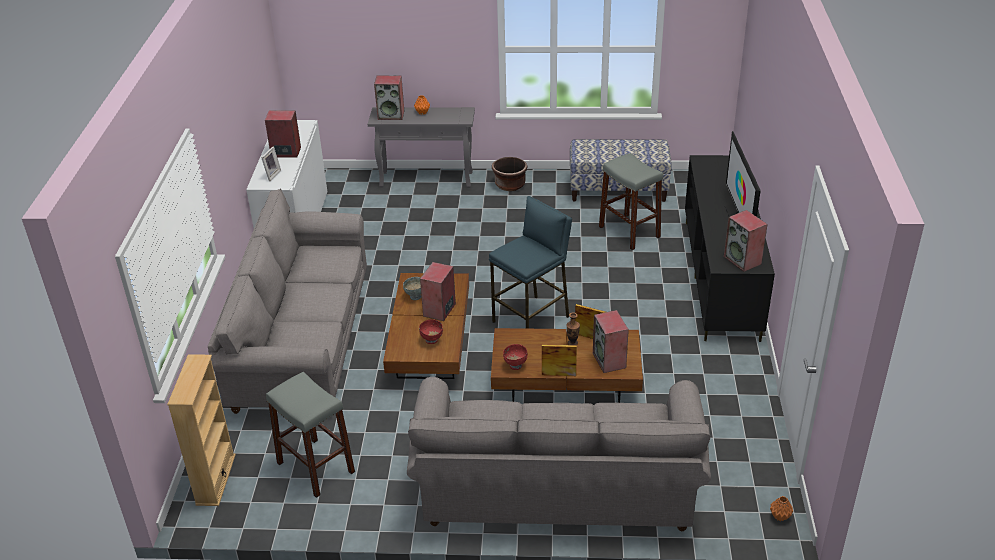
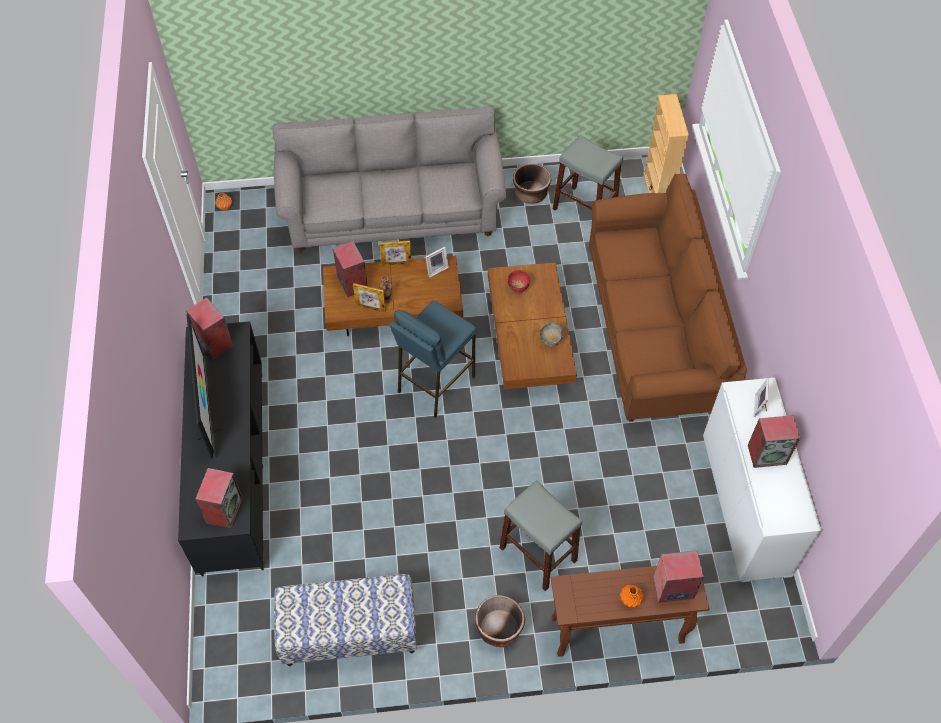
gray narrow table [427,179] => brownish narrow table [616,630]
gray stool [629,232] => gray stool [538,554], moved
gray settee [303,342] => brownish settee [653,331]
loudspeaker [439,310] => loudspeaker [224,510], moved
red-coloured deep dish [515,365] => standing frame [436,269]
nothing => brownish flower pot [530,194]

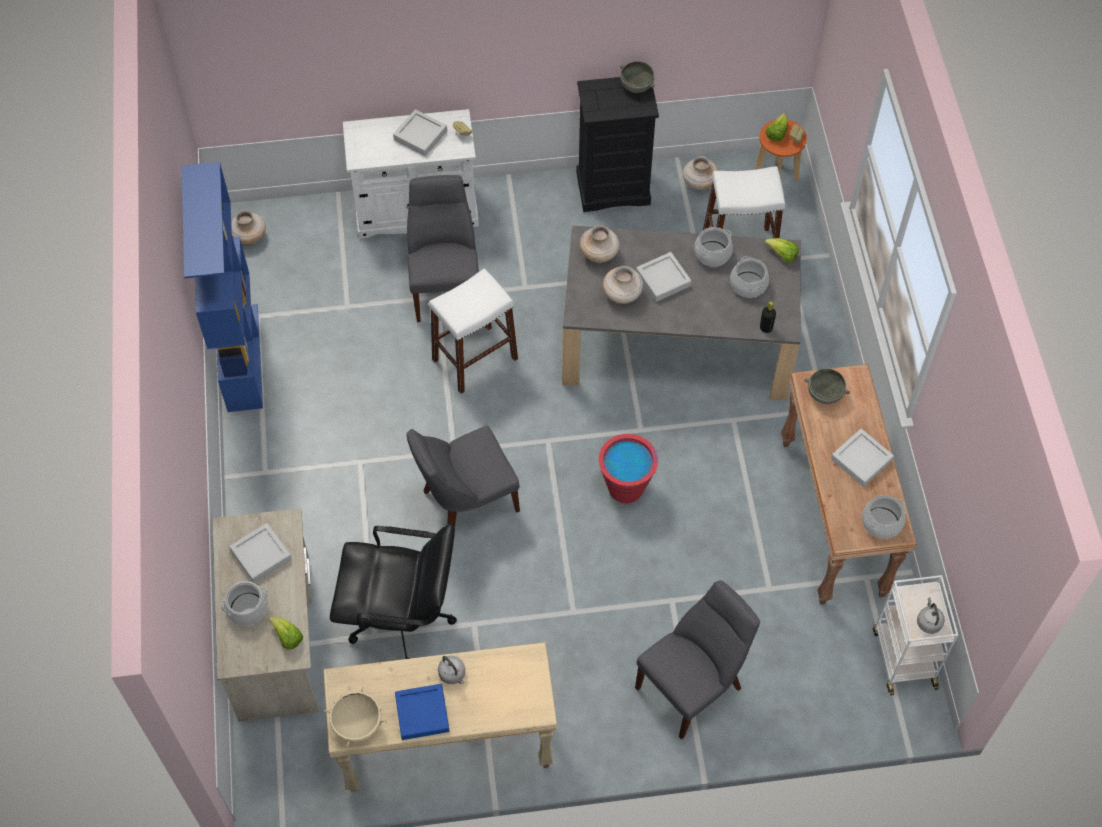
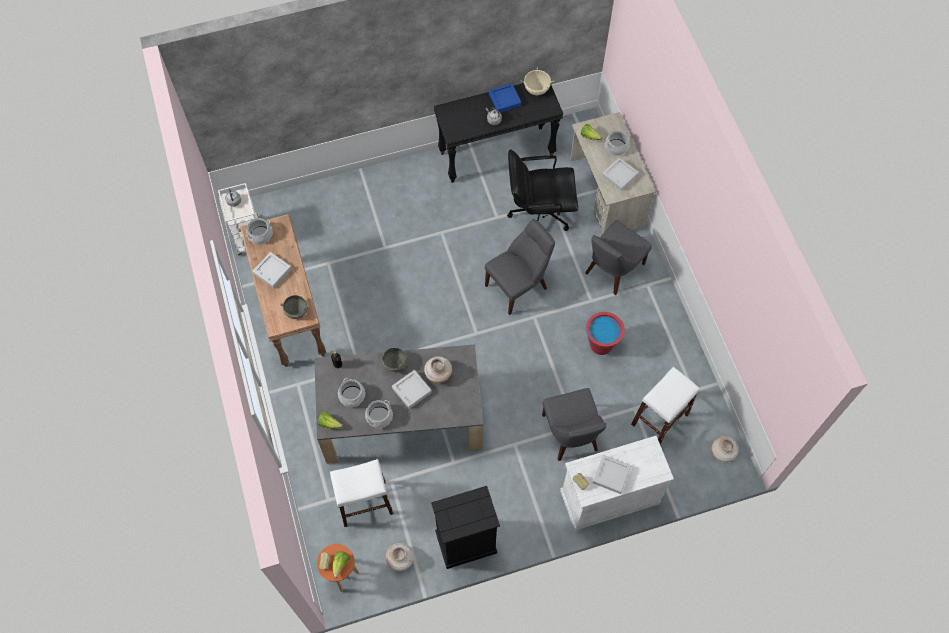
gray deep dish [636,86] => gray deep dish [395,363], moved
blue-coloured bookcase [242,357] => nothing
beige decorative vase [599,254] => nothing
white-coloured stool [475,359] => white-coloured stool [659,419], moved
red-coloured water bucket [626,487] => red-coloured water bucket [601,344], moved
gray upright chair [692,686] => gray upright chair [612,270], moved
beige narrow table [446,748] => blackish narrow table [497,153]

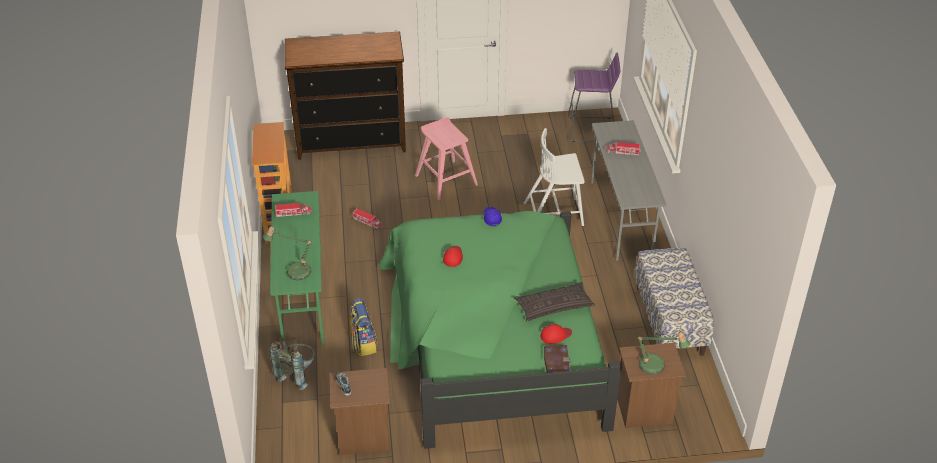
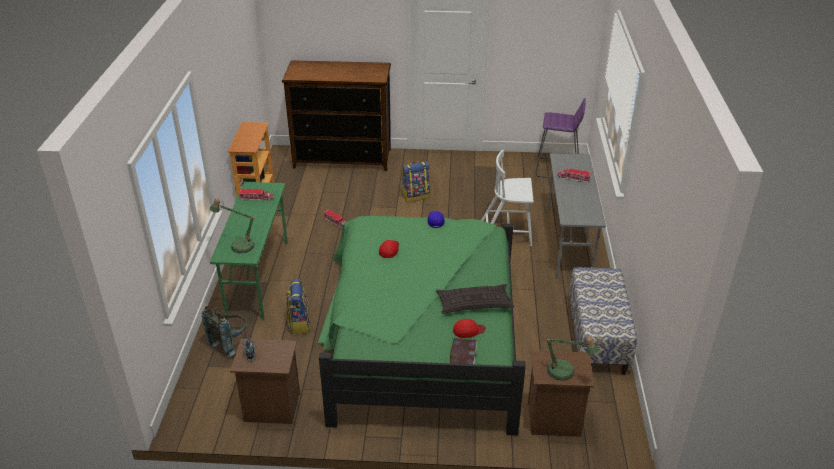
pink stool [446,179] => backpack [415,196]

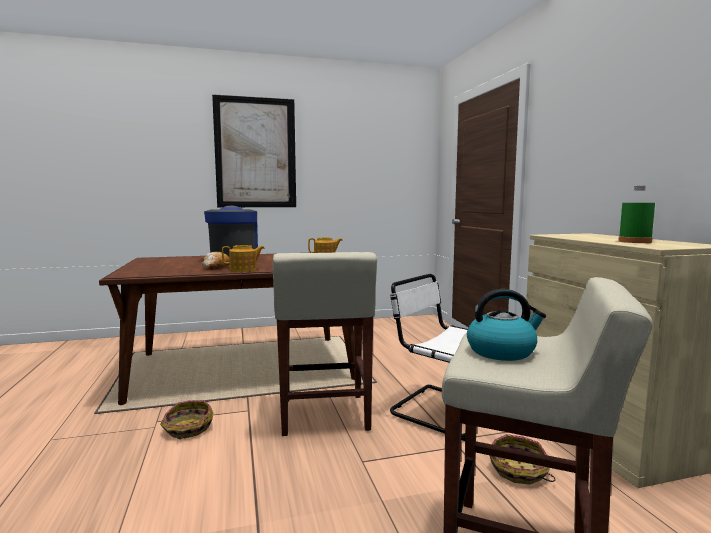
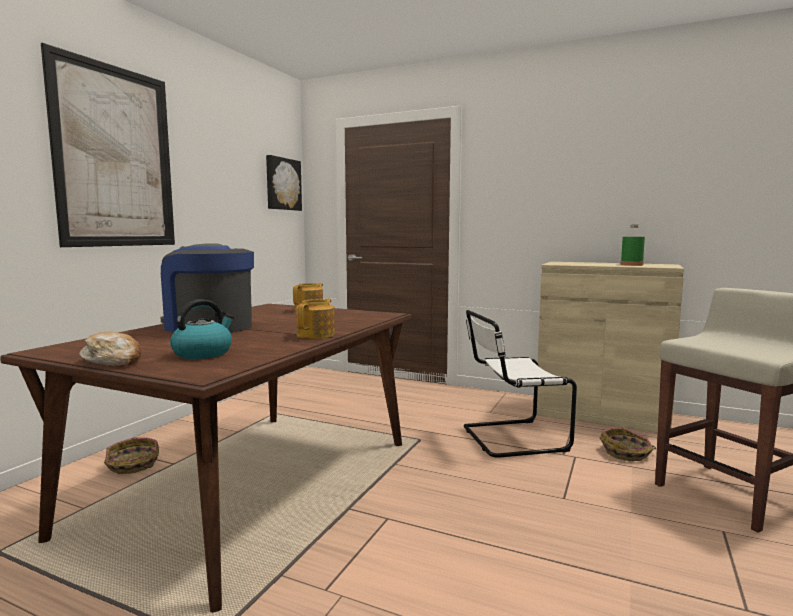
bread [216,267] => bread [113,361], moved
beige stool [324,415] => nothing
water kettle [502,351] => water kettle [203,353], moved
storage basket [187,429] => storage basket [133,465], moved
nothing => wall picture [282,184]

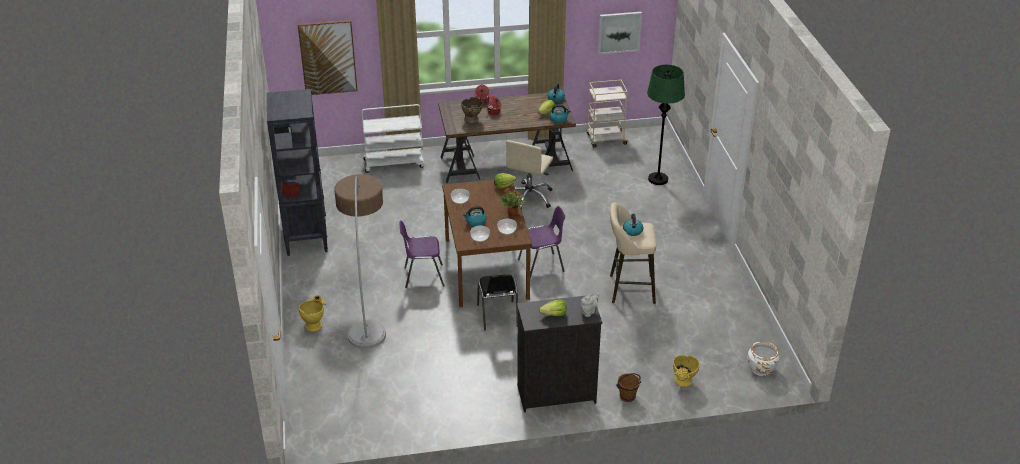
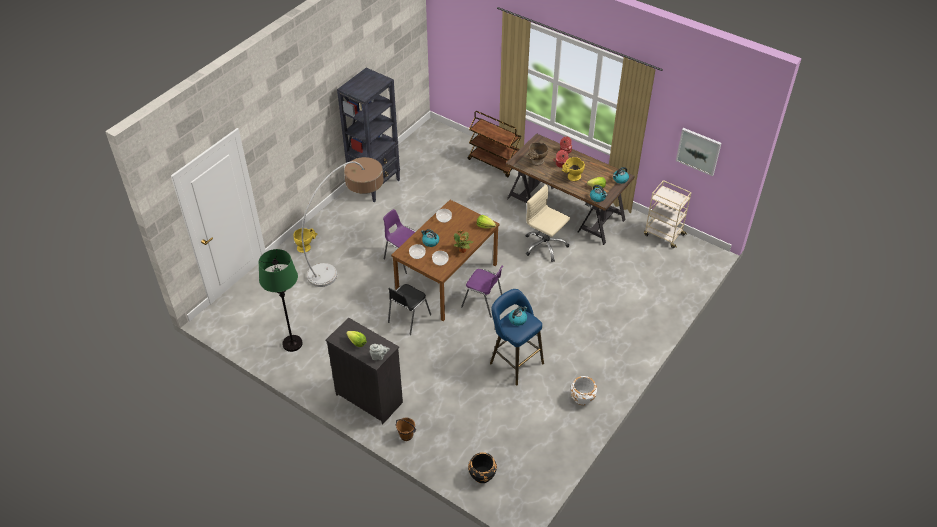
wall picture [328,57] => nothing
greenish standing lamp [658,179] => greenish standing lamp [292,343], moved
white-coloured wheeled cart [394,163] => brownish wheeled cart [494,163]
beige desk chair [529,197] => beige desk chair [545,246], 60 degrees clockwise
beige stool [628,289] => blue-coloured stool [514,361]
white-coloured flower pot [761,369] => white-coloured flower pot [582,398], moved
yellowish decorative vase [683,383] => yellowish decorative vase [572,178], moved
nothing => blackish flower pot [482,475]

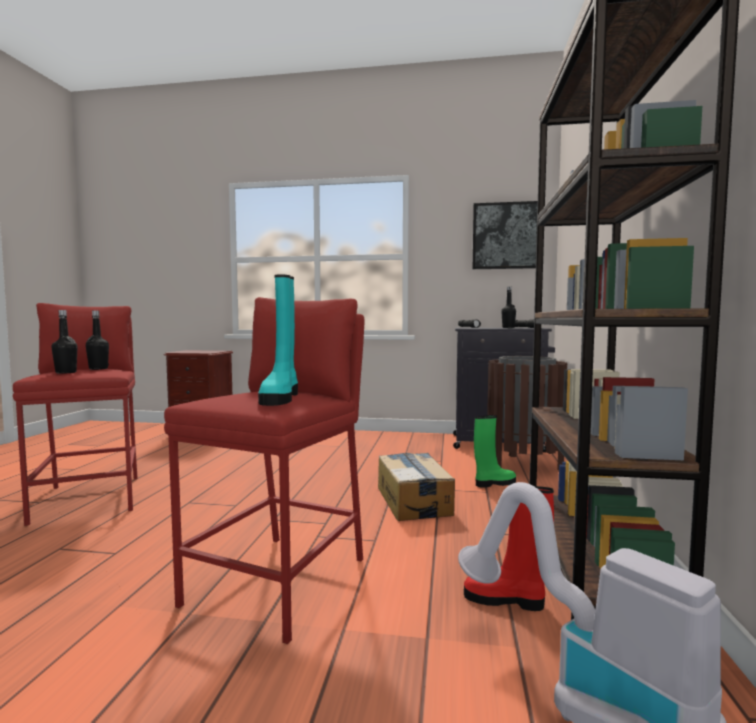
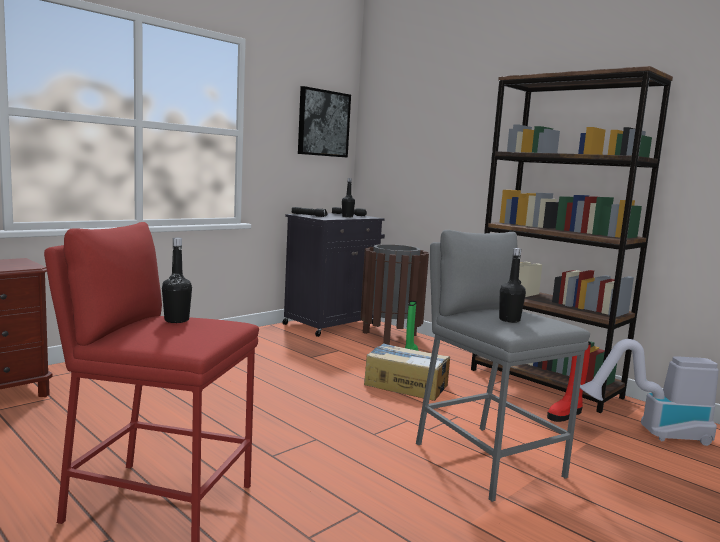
turquoise tall boot [280,398] => nothing
red-coloured stool [280,581] => gray stool [487,459]
blackish drink bottle [66,372] => blackish drink bottle [509,320], moved

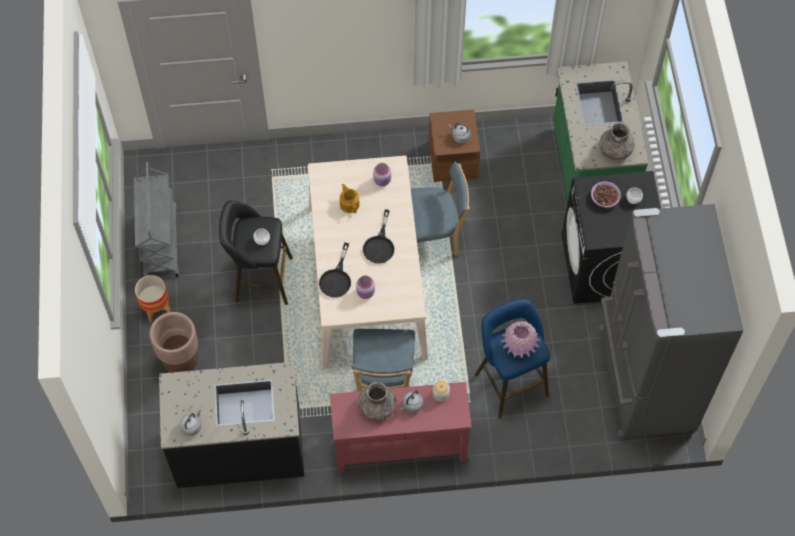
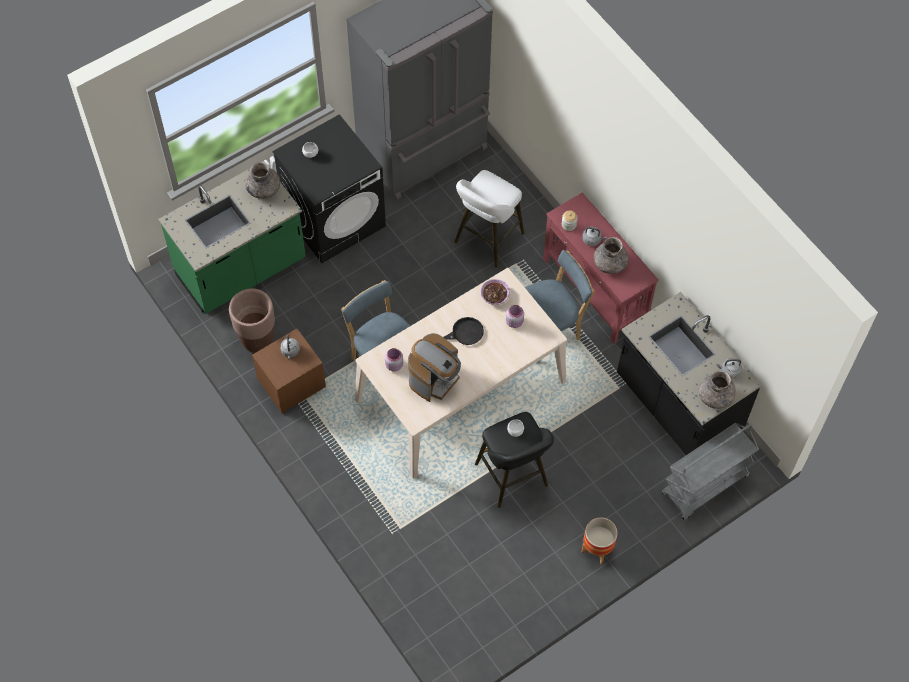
gray wheeled cart [160,242] => gray wheeled cart [705,486], moved
deep dish [604,198] => deep dish [495,295], moved
teapot [349,204] => coffee maker [434,379]
blackish frying pan [337,279] => nothing
blue-coloured stool [509,381] => white-coloured stool [487,240]
brownish flower pot [181,362] => brownish flower pot [257,340], moved
pink decorative vase [519,347] => nothing
nothing => gray decorative vase [715,396]

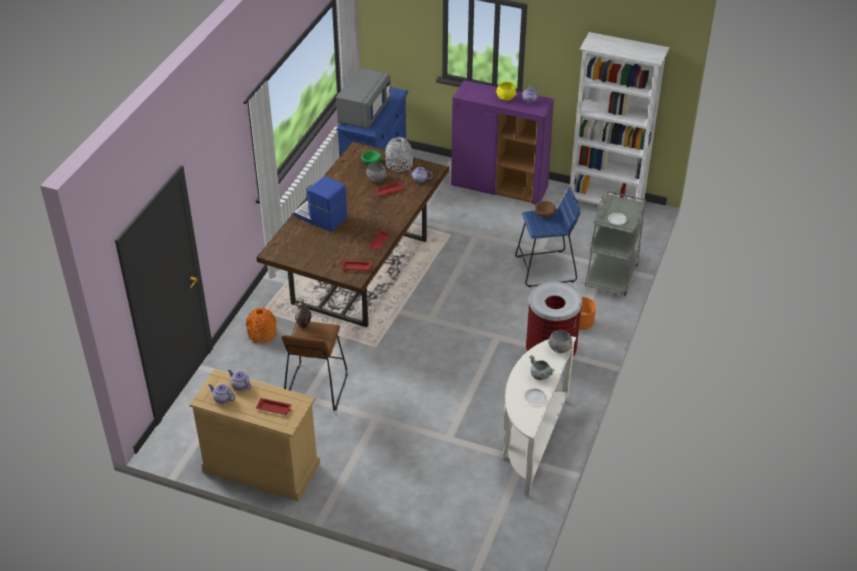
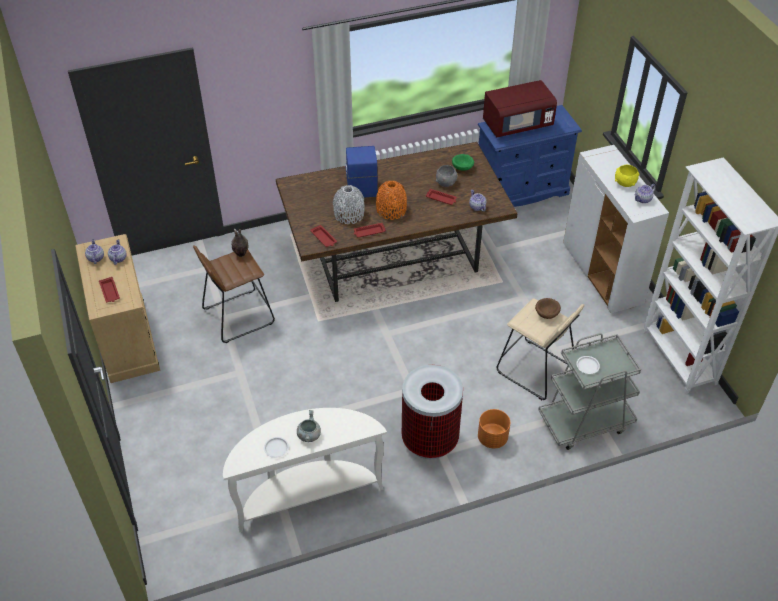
gray microwave [363,113] => red-coloured microwave [517,124]
purplish storage cabinet [500,187] => white-coloured storage cabinet [602,274]
gray decorative vase [399,164] => gray decorative vase [349,214], moved
blue-coloured stool [545,269] => beige stool [535,370]
orangey decorative vase [262,334] => orangey decorative vase [391,210], moved
gray deep dish [559,349] => nothing

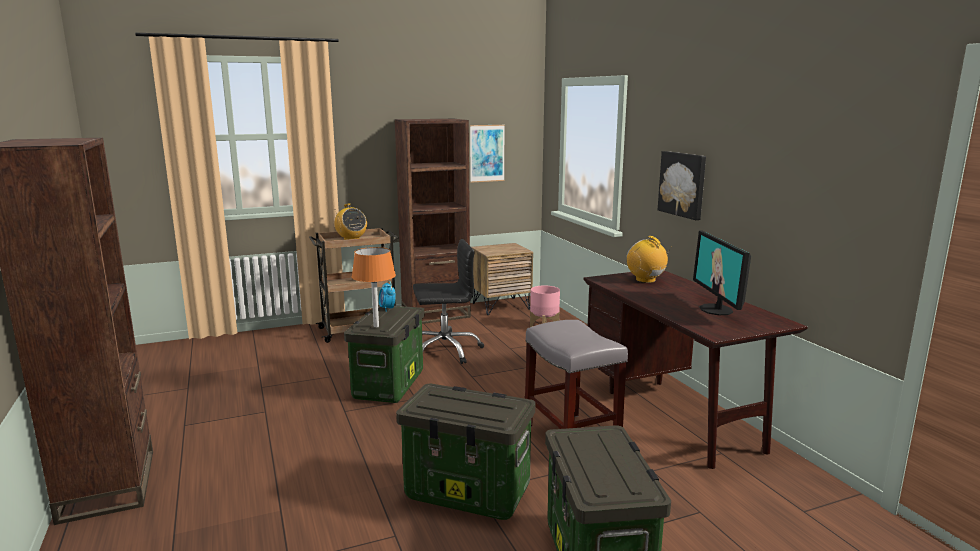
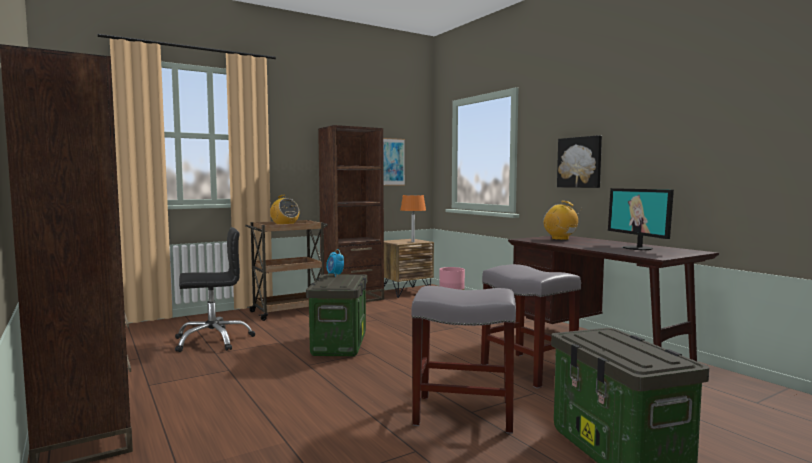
blackish desk chair [445,350] => blackish desk chair [213,340], moved
orangey table lamp [376,326] => orangey table lamp [413,242], moved
storage box [469,492] => gray stool [465,413]

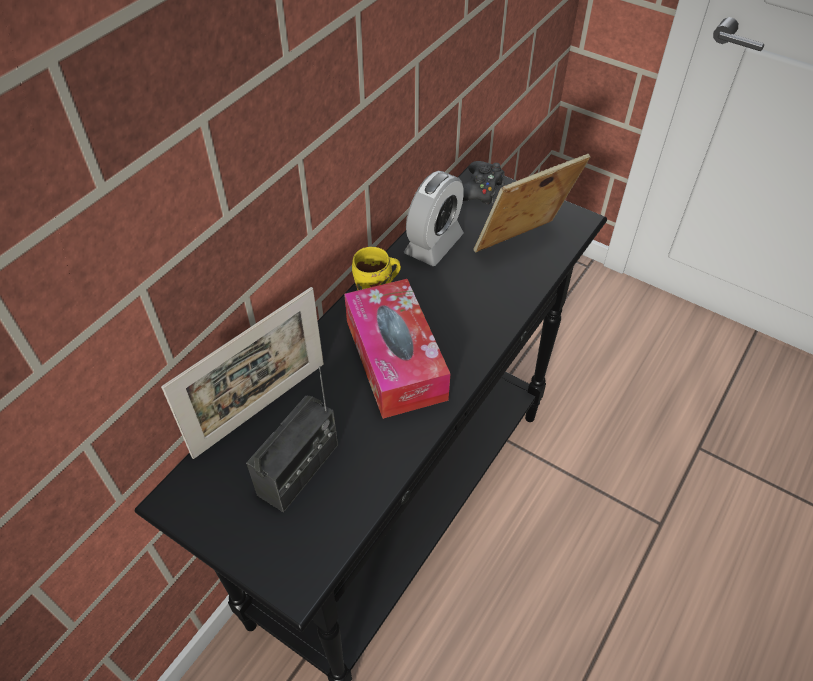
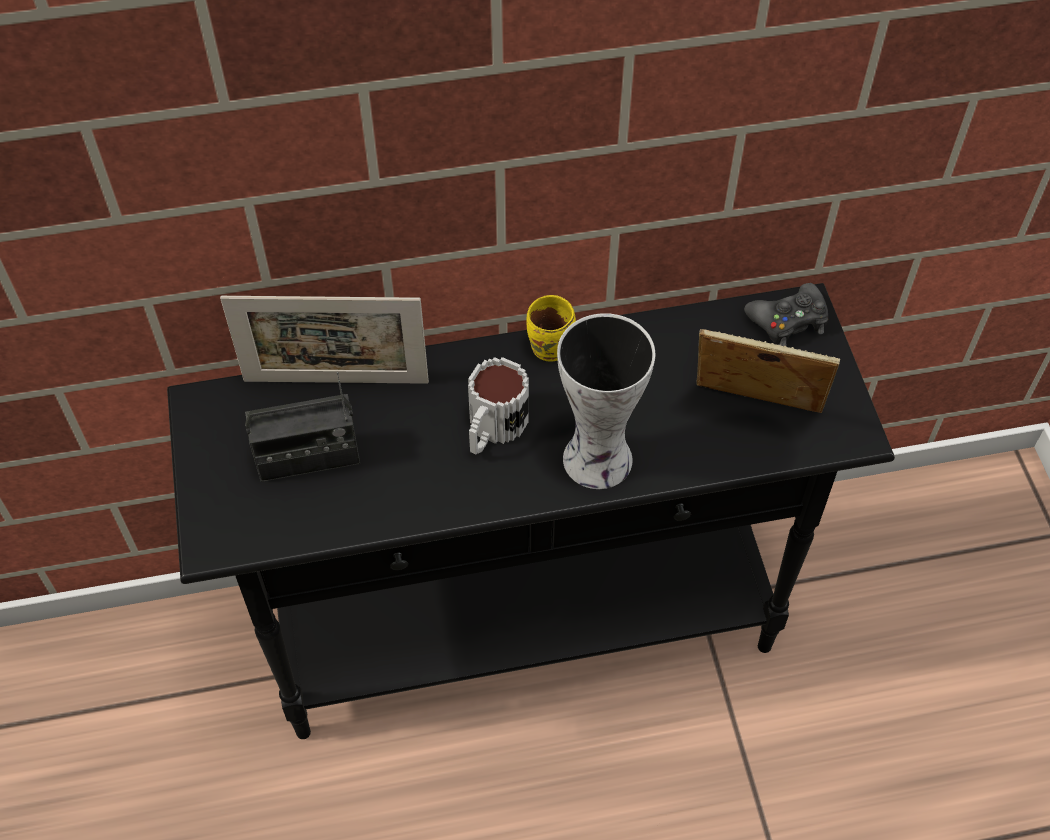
alarm clock [434,244] => nothing
tissue holder [395,359] => mug [493,429]
nothing => decorative vase [596,462]

